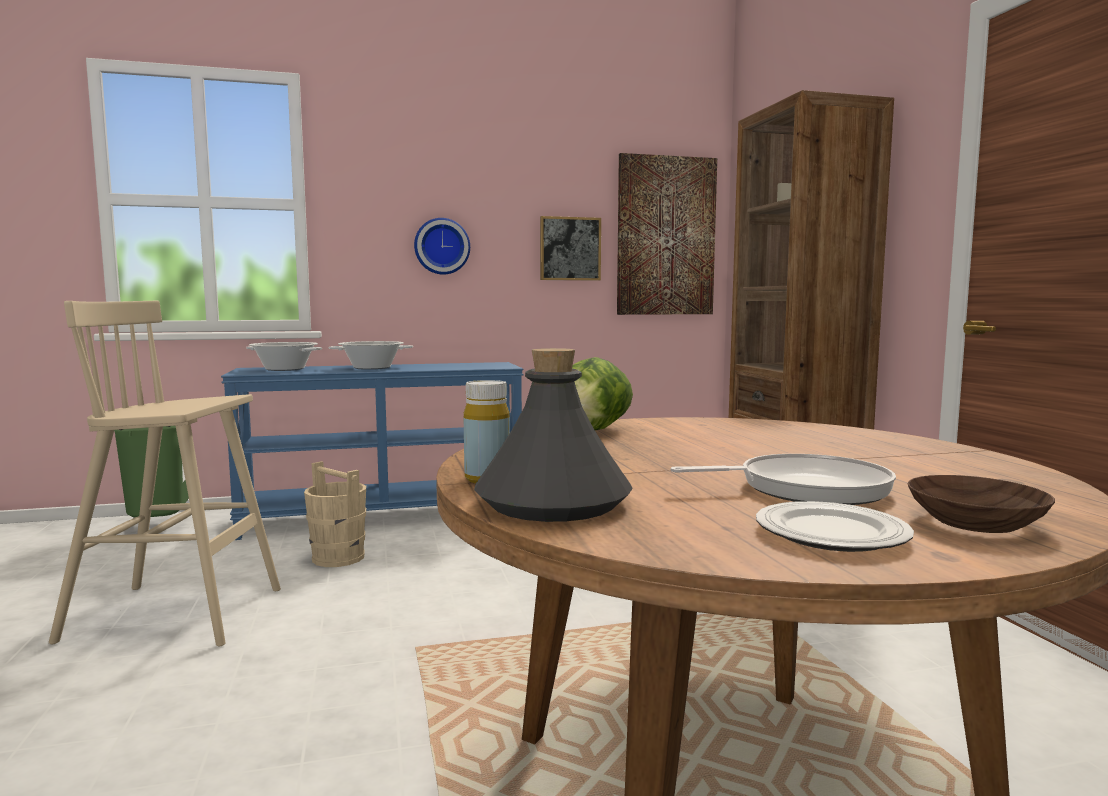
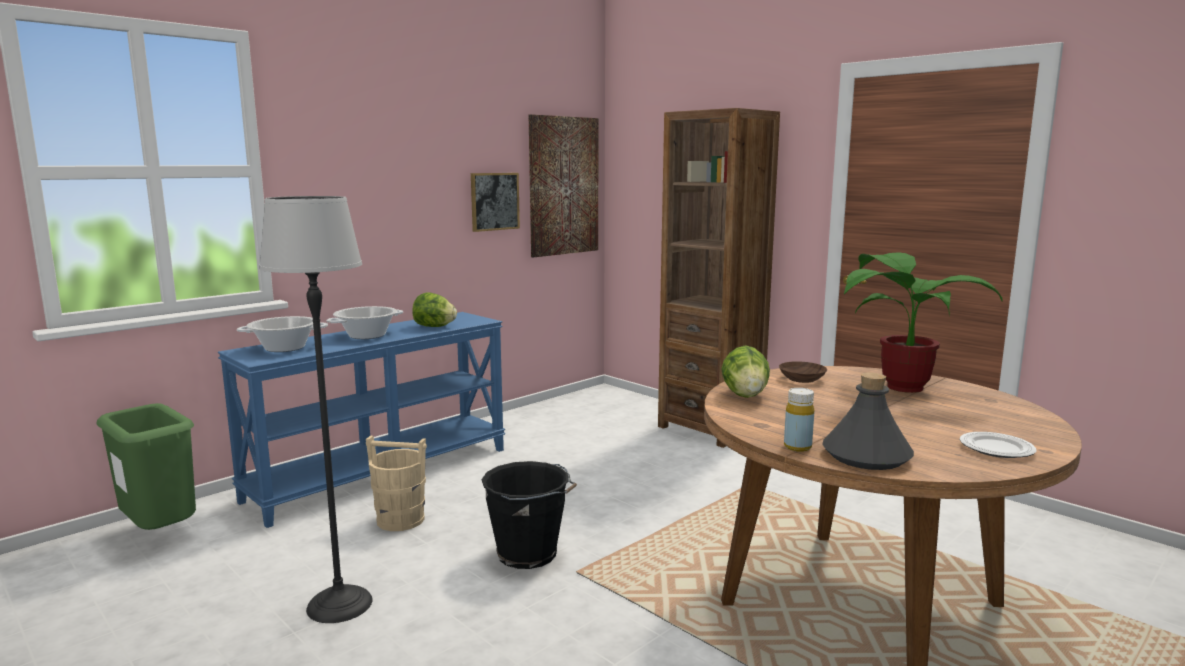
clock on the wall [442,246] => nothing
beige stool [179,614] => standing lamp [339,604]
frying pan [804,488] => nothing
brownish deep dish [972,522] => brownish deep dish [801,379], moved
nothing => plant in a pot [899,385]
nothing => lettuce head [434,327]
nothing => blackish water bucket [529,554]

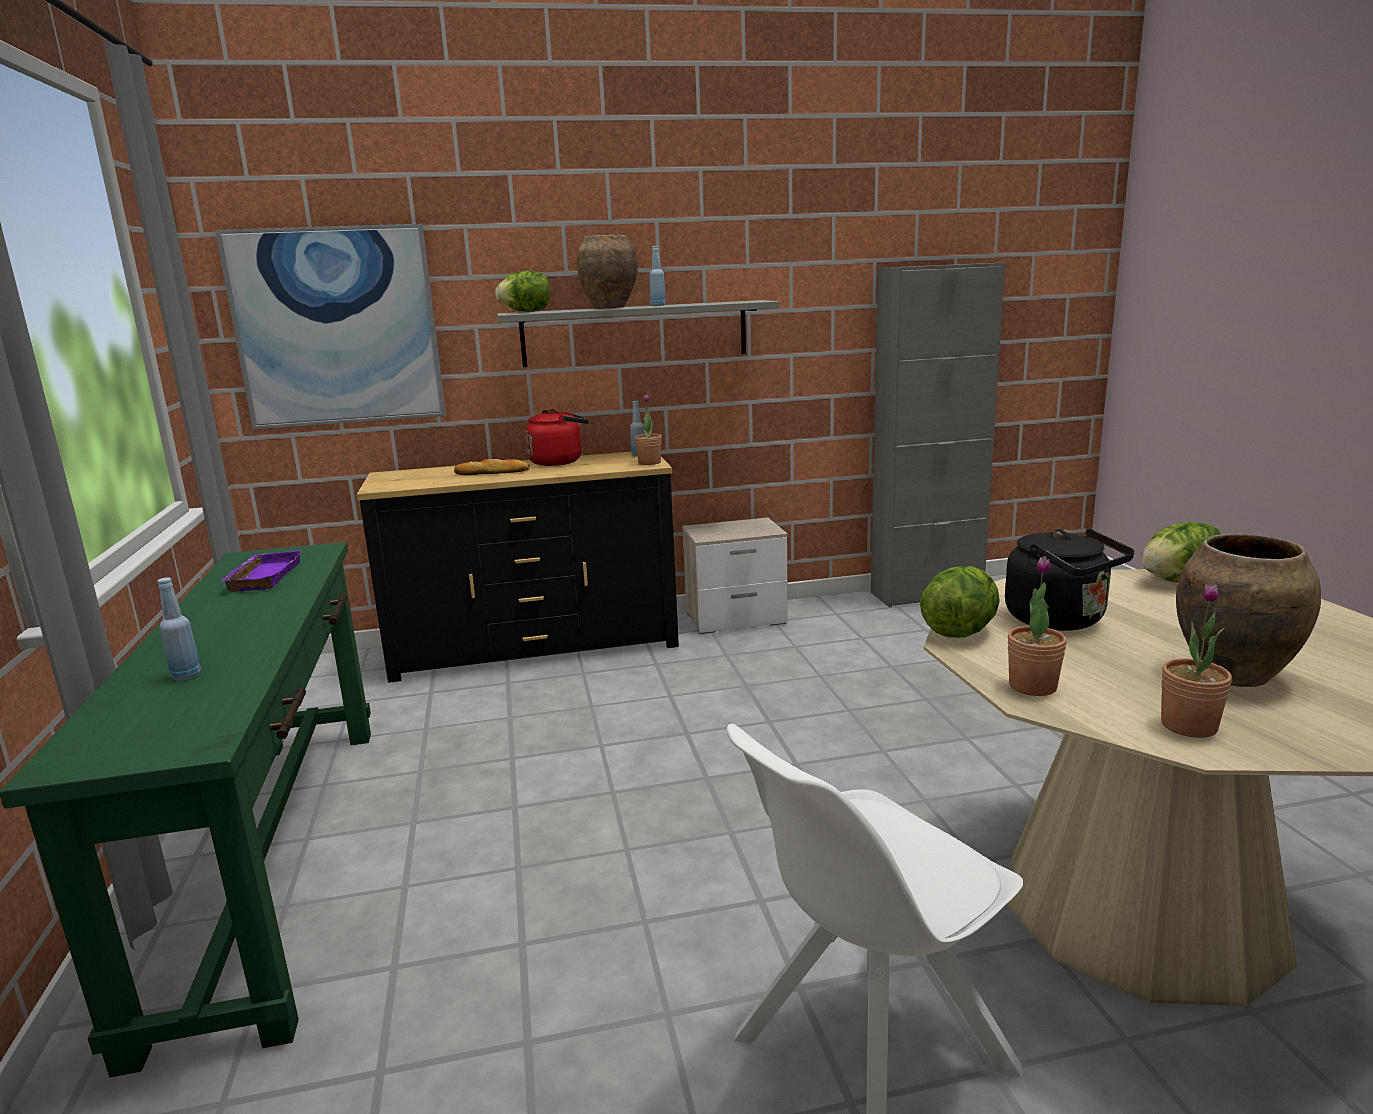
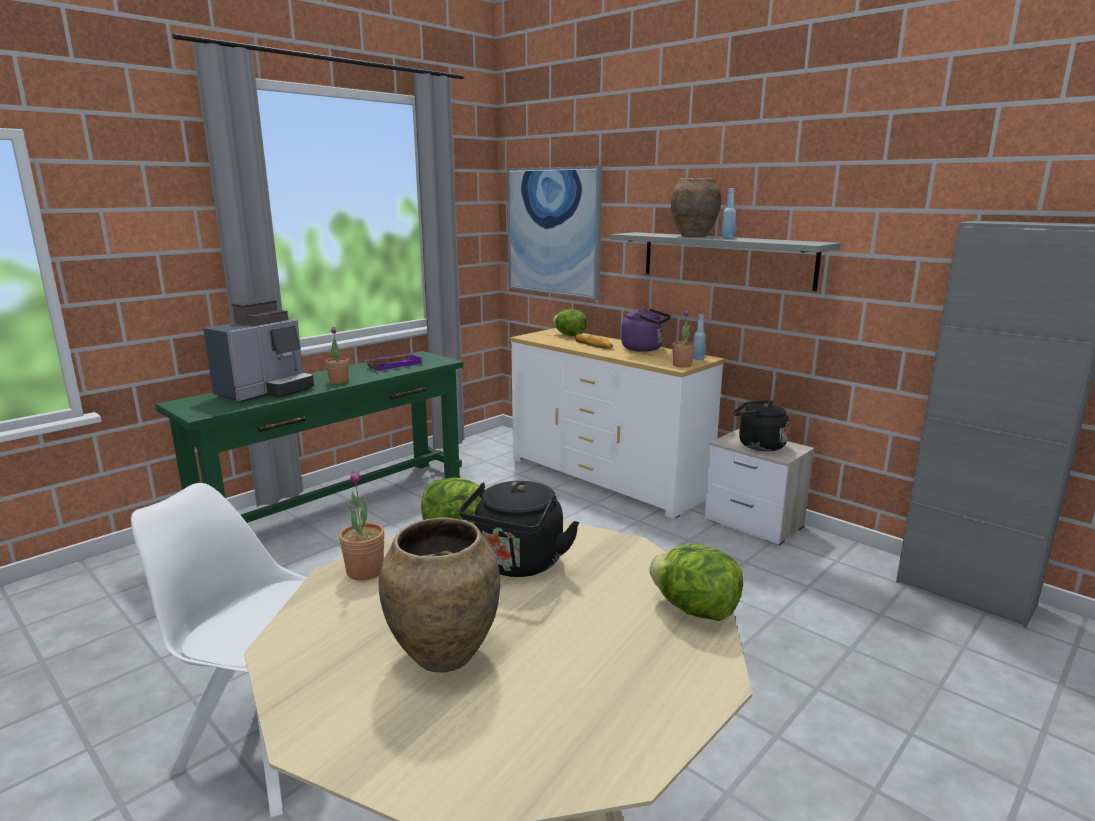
lettuce head [526,312] => lettuce head [569,335], moved
red-coloured water kettle [559,461] => purplish water kettle [645,349]
blackish dresser [535,647] => white-coloured dresser [607,477]
blue-coloured drink bottle [186,675] => coffee maker [266,391]
plant in a pot [1188,726] => plant in a pot [339,381], moved
nothing => blackish water kettle [758,445]

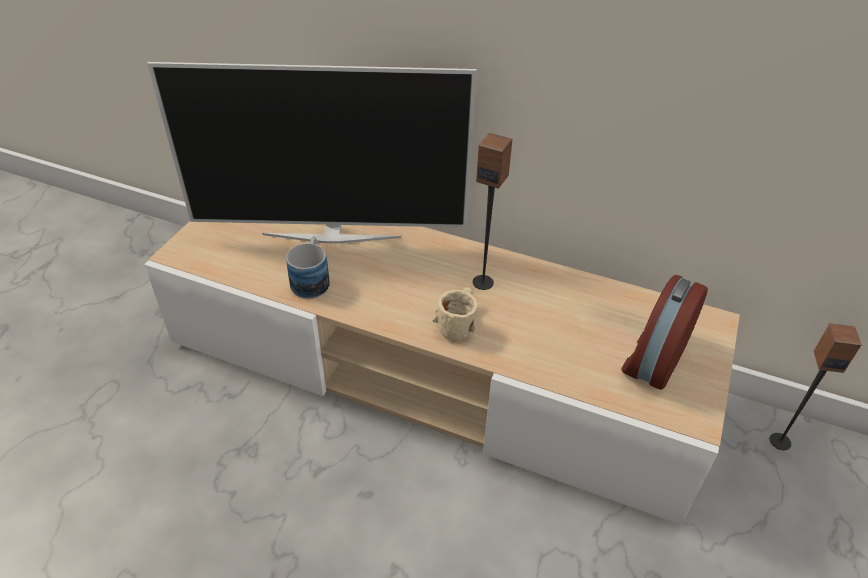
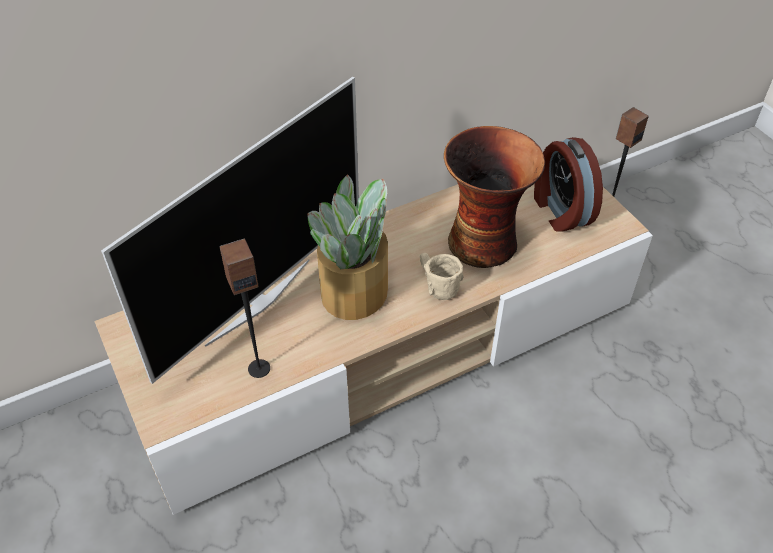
loudspeaker [483,282] => loudspeaker [259,368], moved
mug [312,279] => nothing
nothing => decorative vase [484,241]
nothing => plant in a pot [356,291]

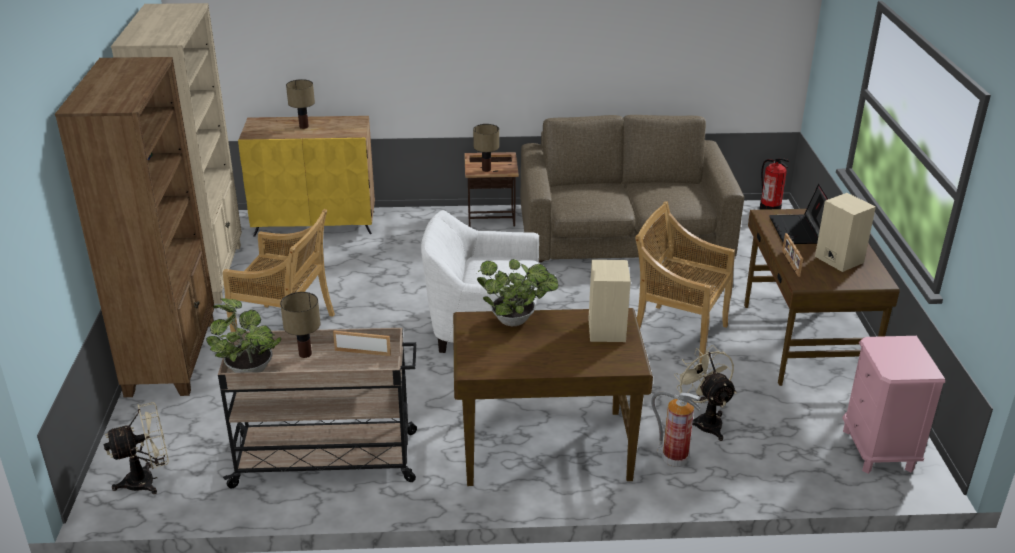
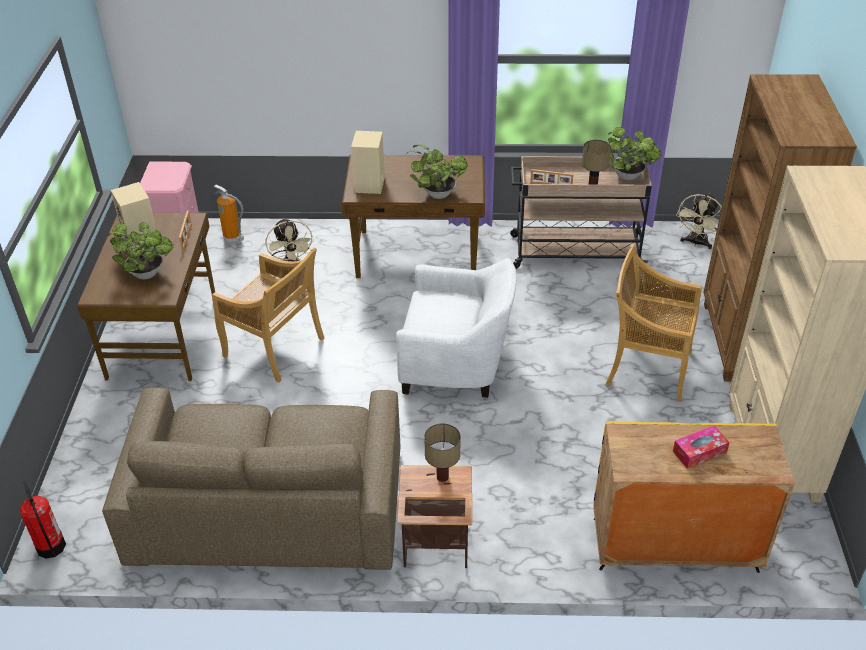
table lamp [303,127] => tissue holder [699,452]
portable computer [799,231] => plant in a pot [149,274]
fire-fighting cylinder [673,459] => fire-fighting cylinder [233,239], moved
beige fan [148,480] => beige fan [696,243], 45 degrees counterclockwise

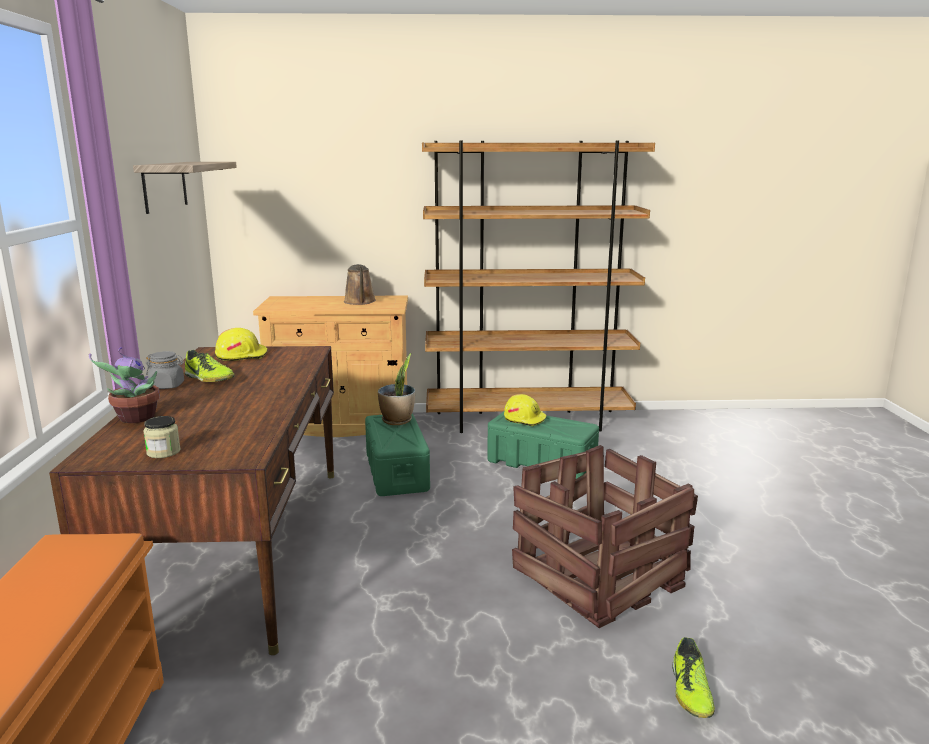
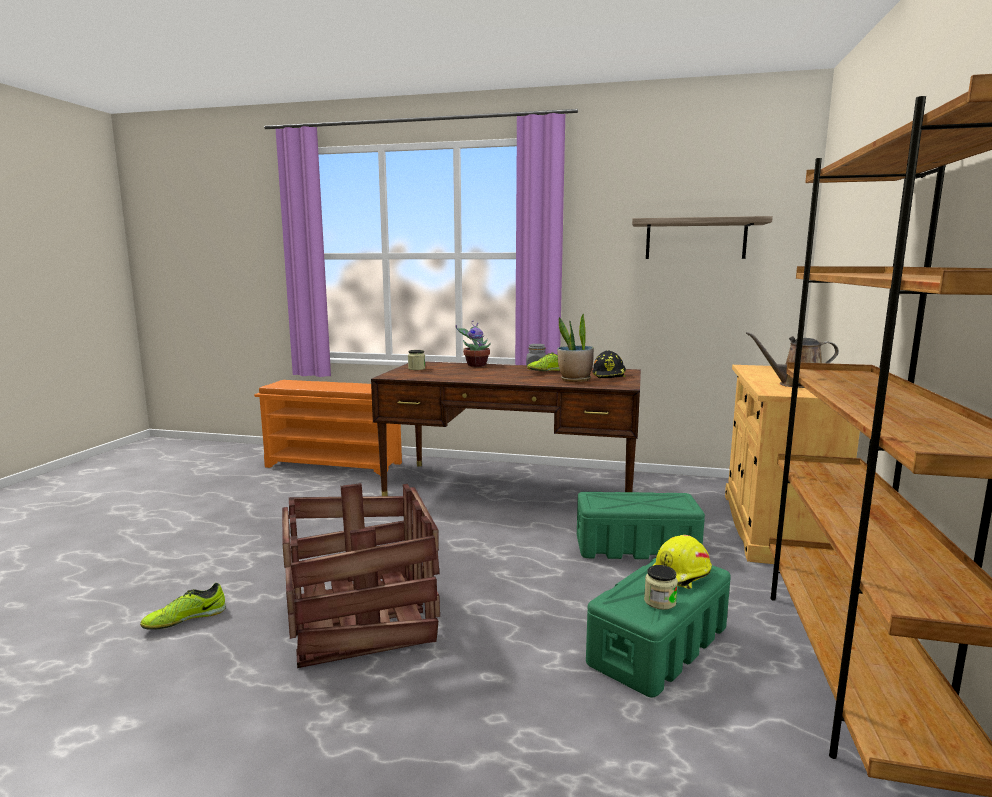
yellowish work helmet [242,355] => blackish work helmet [609,375]
plant in a pot [397,420] => plant in a pot [575,380], moved
shoe [690,691] => shoe [185,619], 60 degrees counterclockwise
nothing => storage jar [660,601]

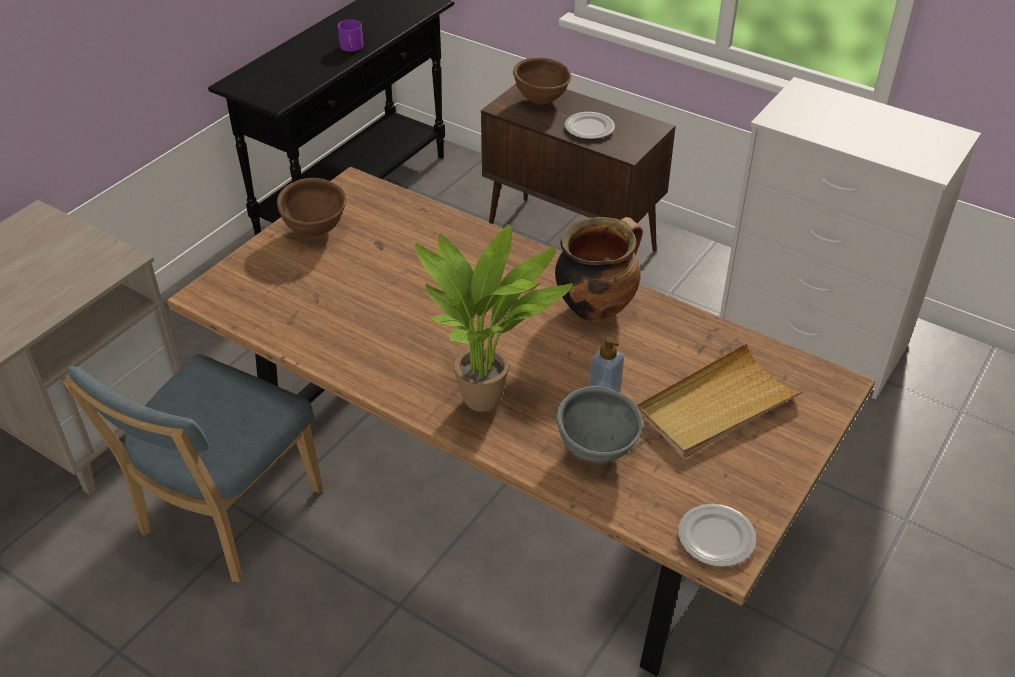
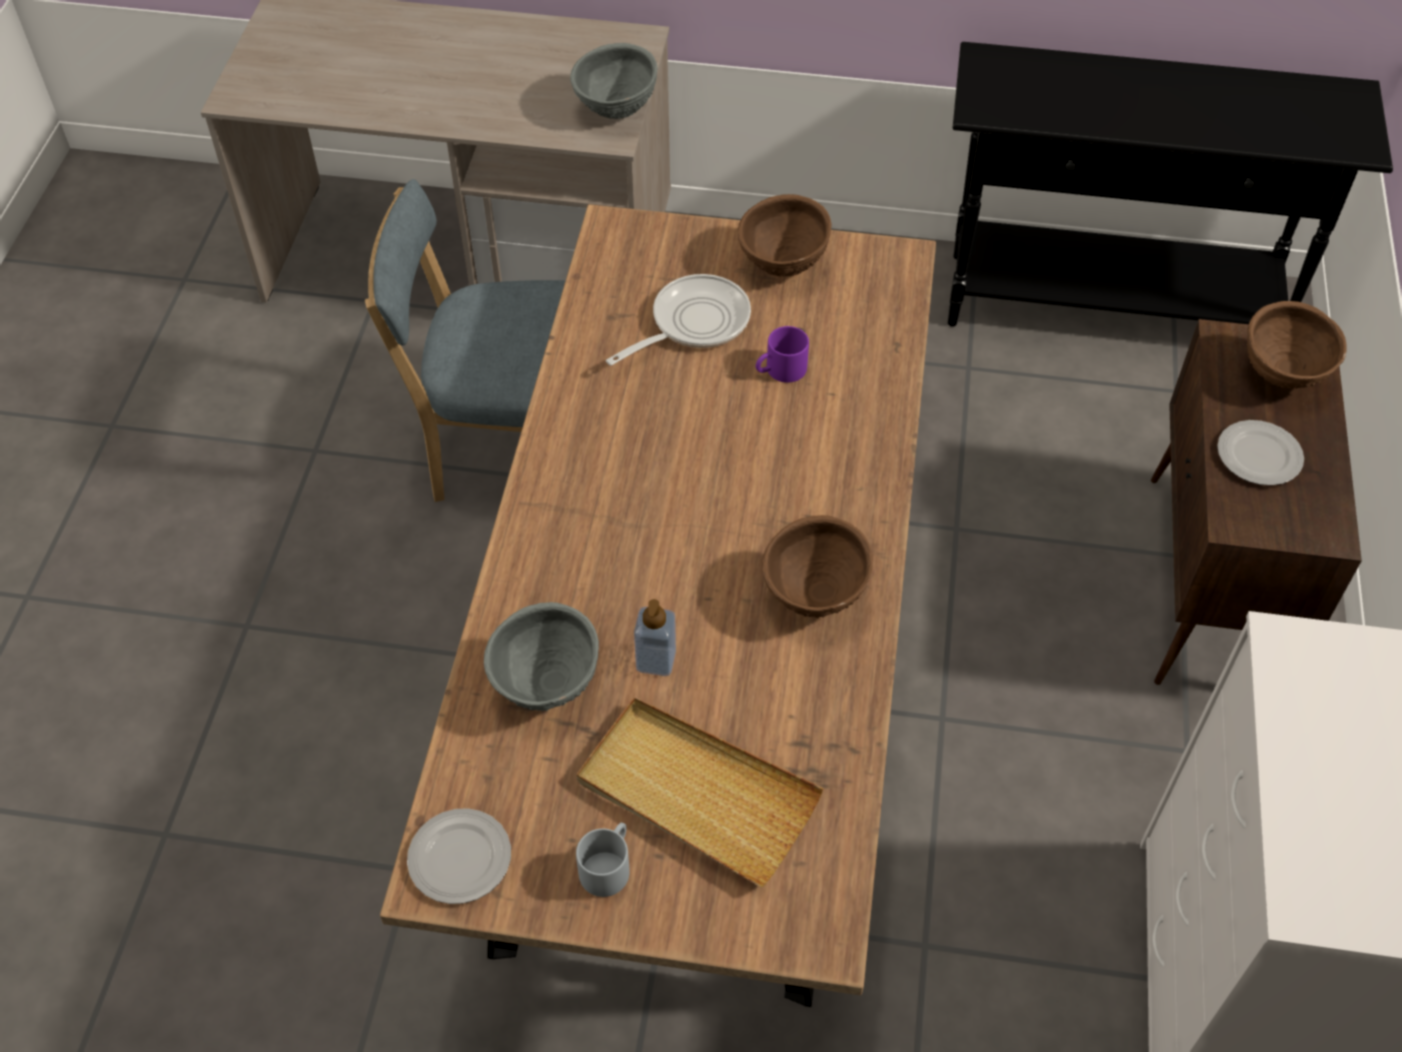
purplish mug [352,48] => purplish mug [780,371], moved
stockpot [596,307] => brownish deep dish [814,597]
plant in a pot [488,399] => nothing
nothing => gray deep dish [616,111]
nothing => frying pan [693,323]
nothing => gray mug [607,865]

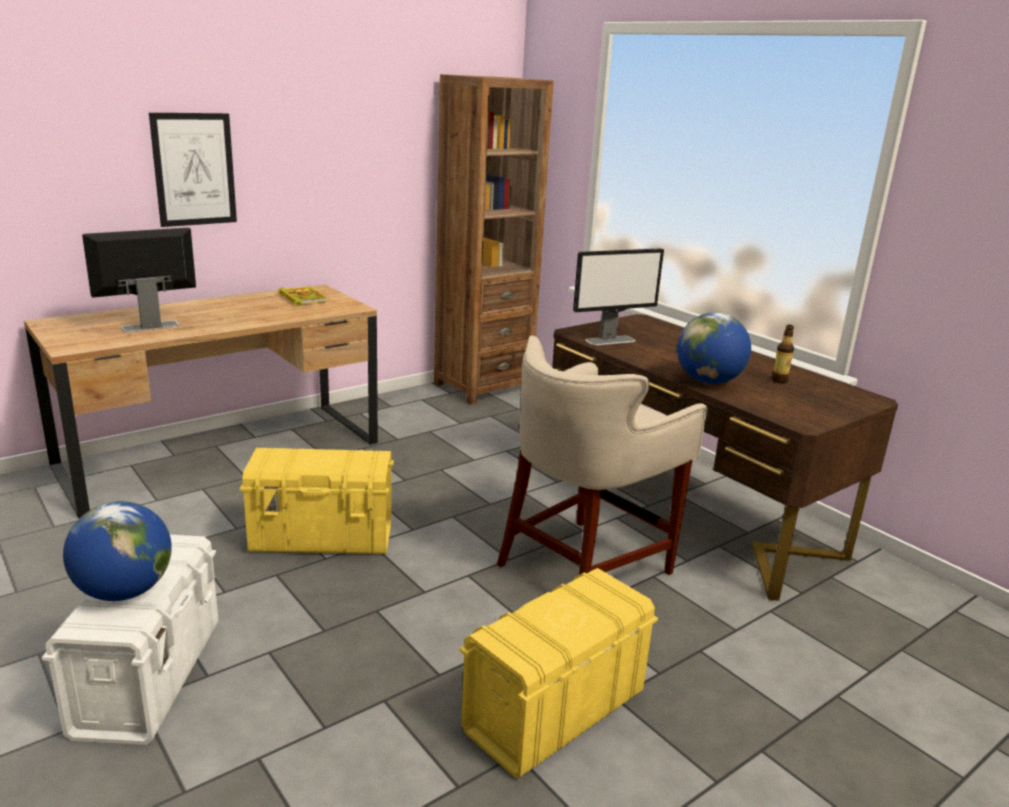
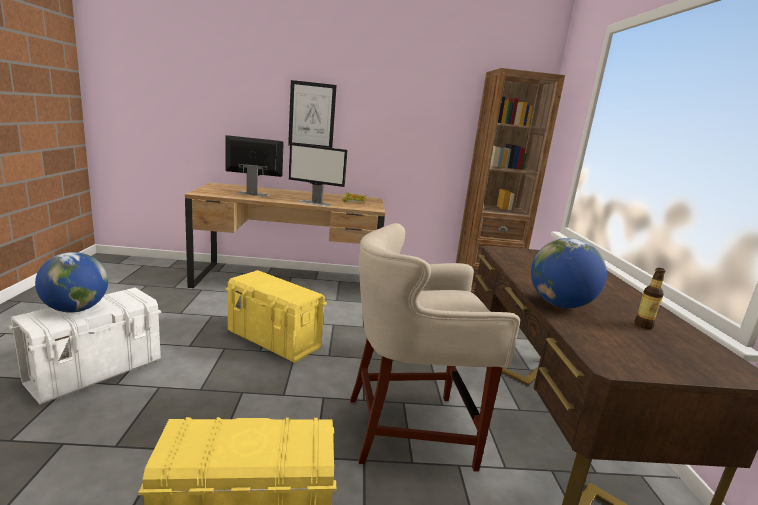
monitor [611,340] => monitor [315,203], moved

